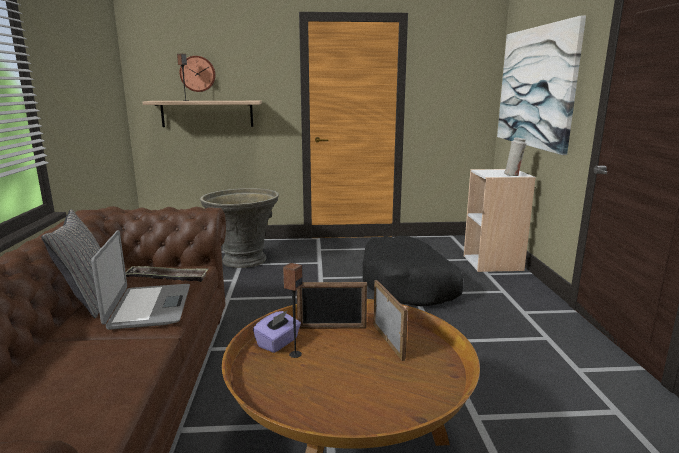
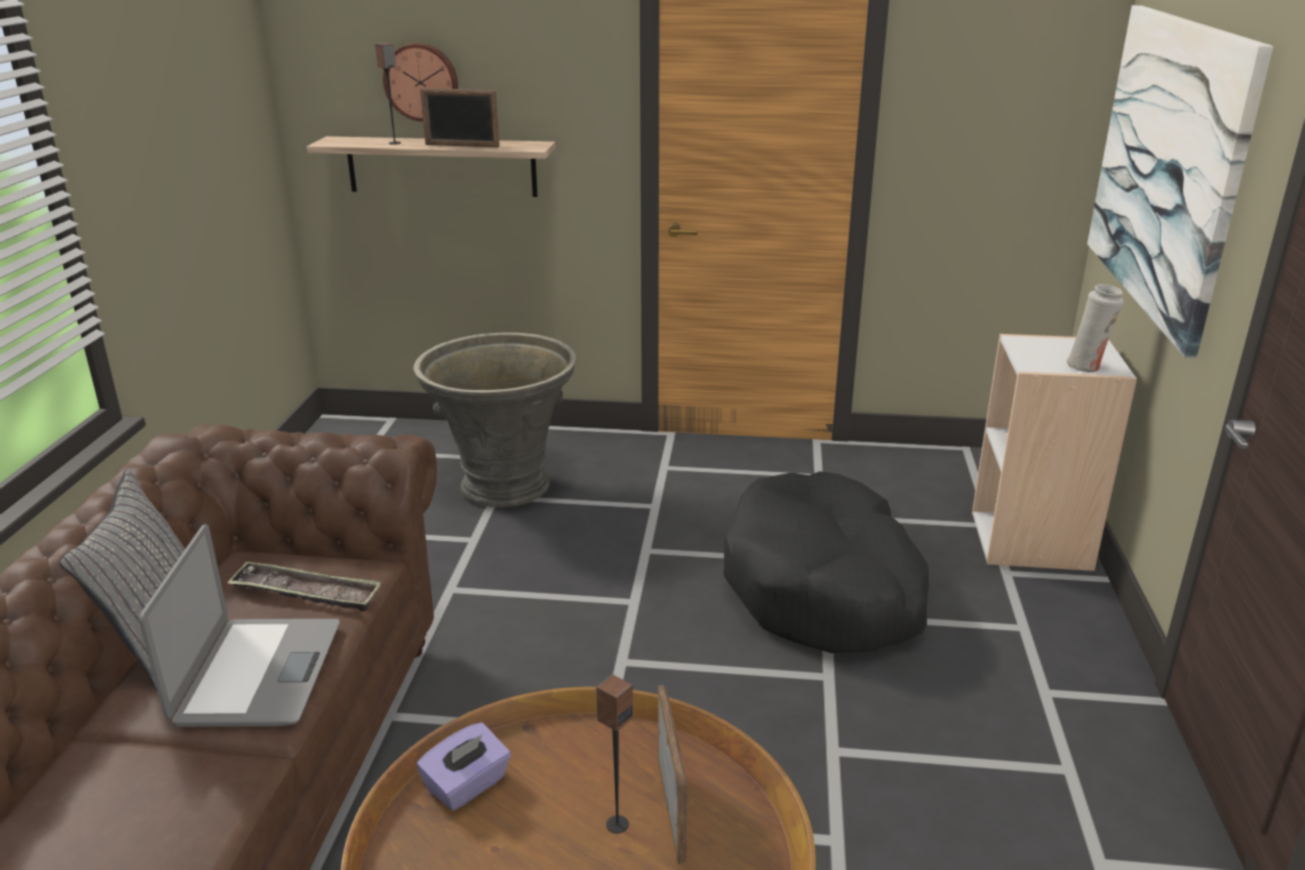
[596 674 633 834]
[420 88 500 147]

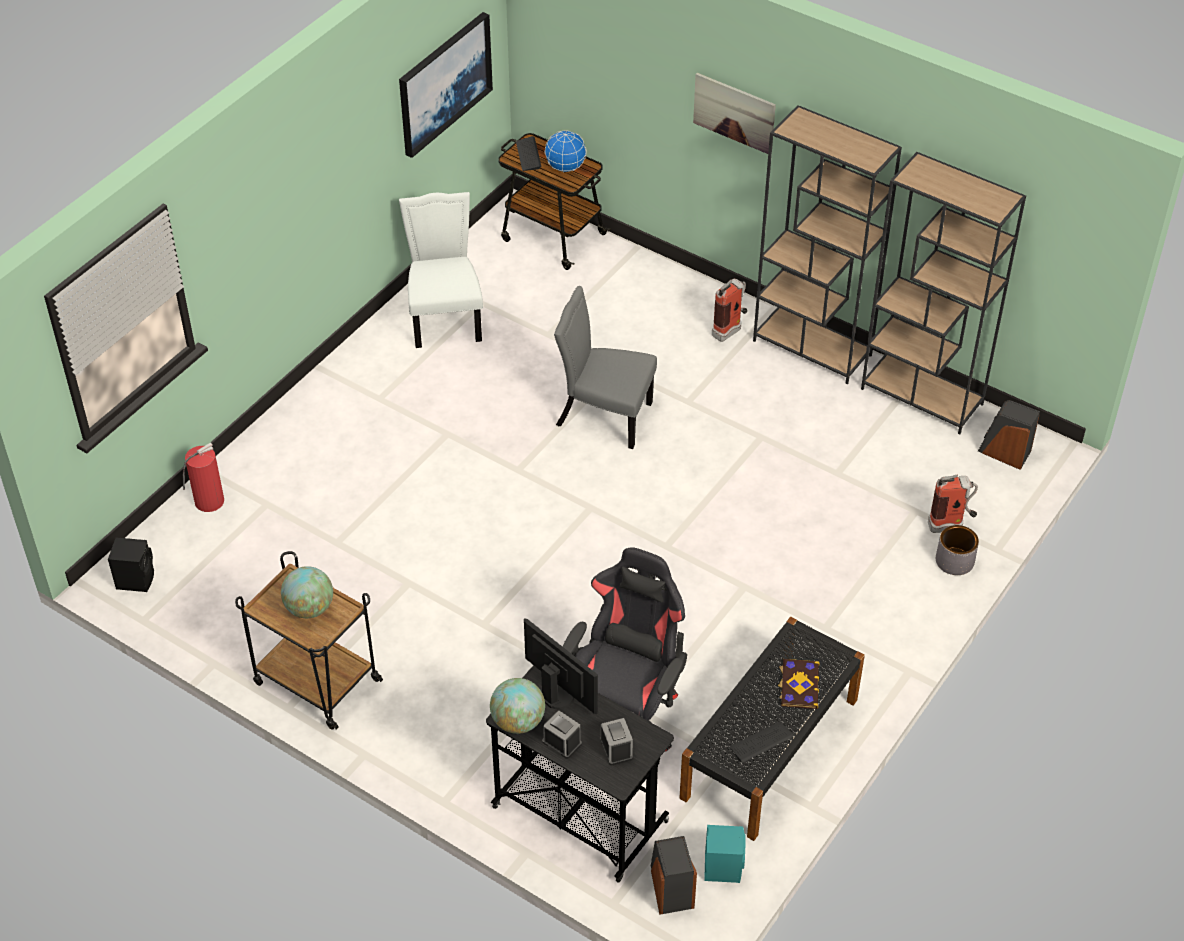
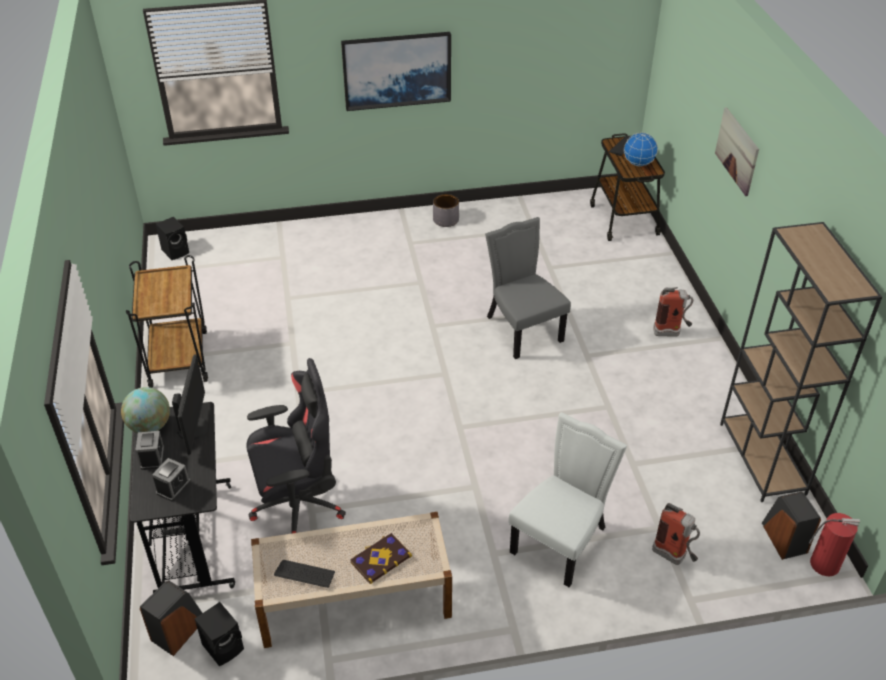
[809 513 860 576]
[281 566 333 618] (first image)
[341 32 451 111]
[508 412 627 587]
[251 512 452 648]
[195 602 244 666]
[753 105 902 384] (first image)
[433 194 459 227]

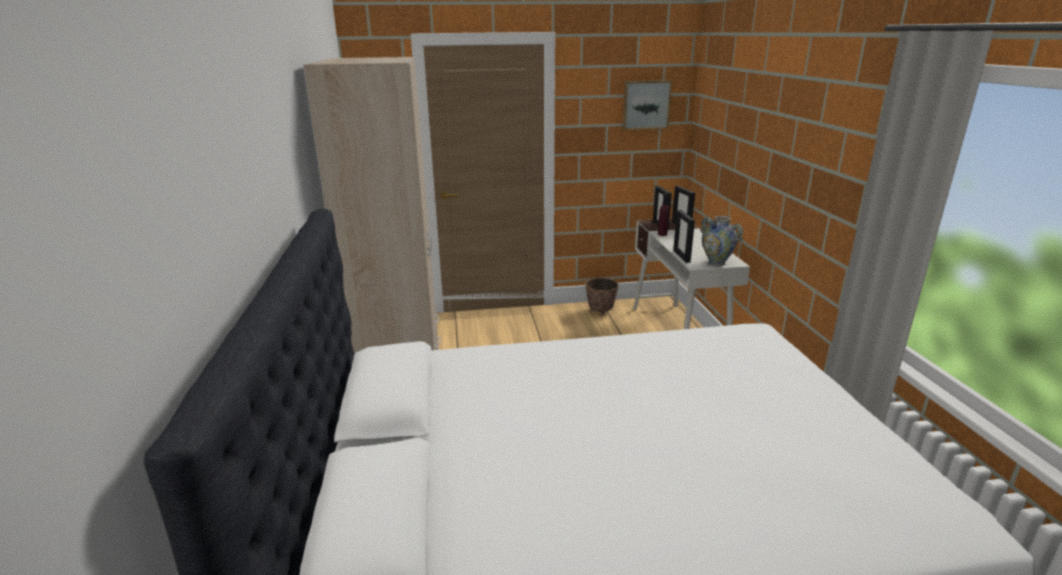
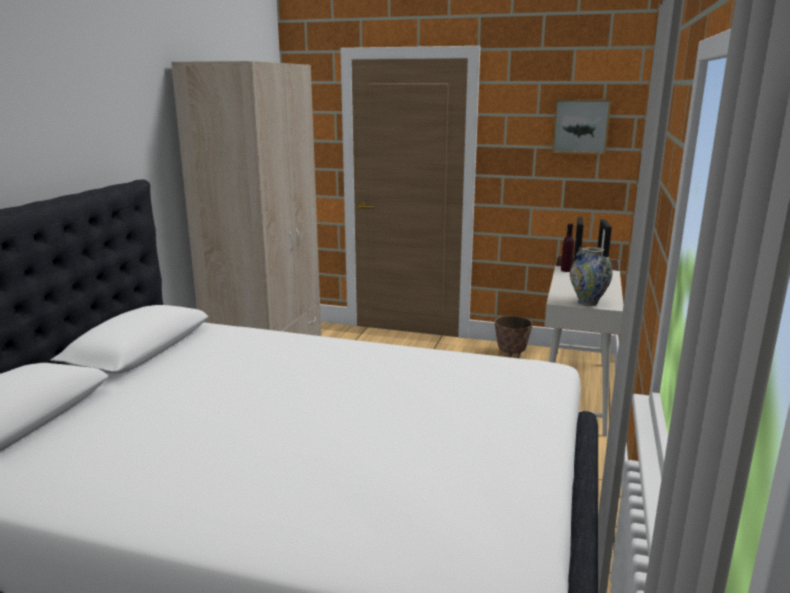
[673 210 695 263] (first image)

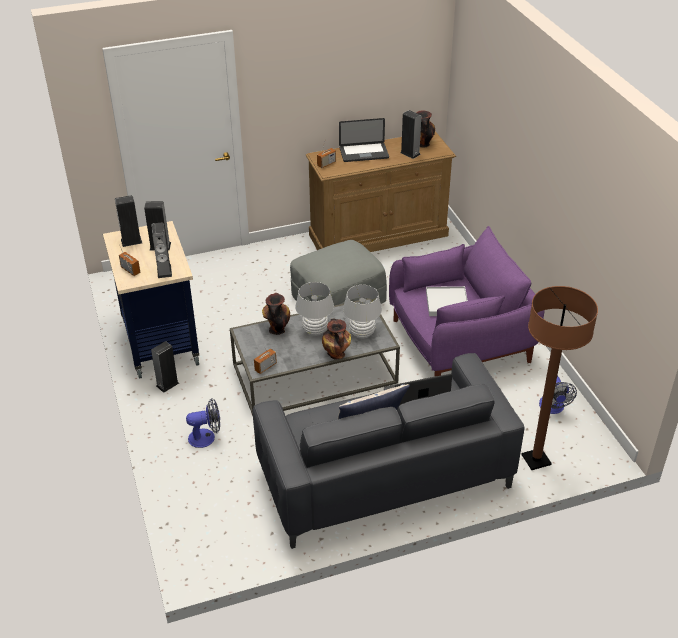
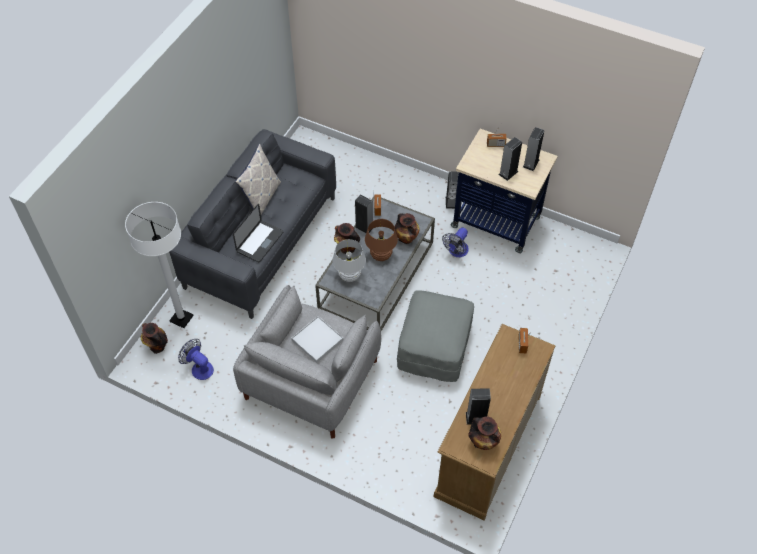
[355 194 373 233]
[442 228 469 257]
[365 219 398 261]
[339 118 389 162] (first image)
[233 285 381 438]
[125 202 194 328]
[141 323 168 354]

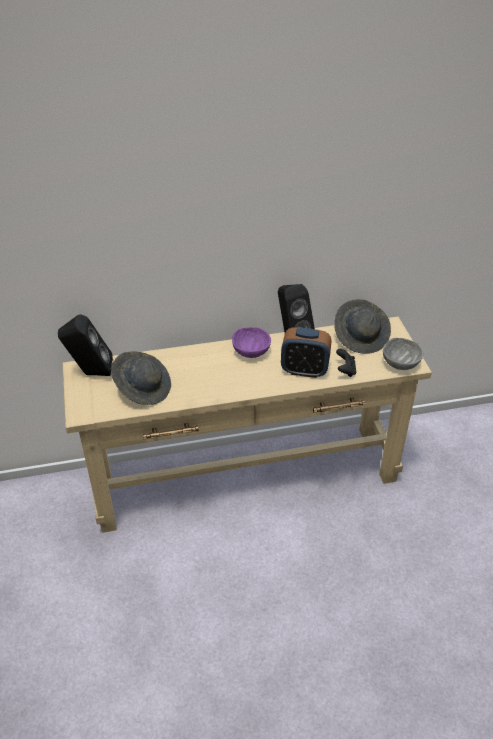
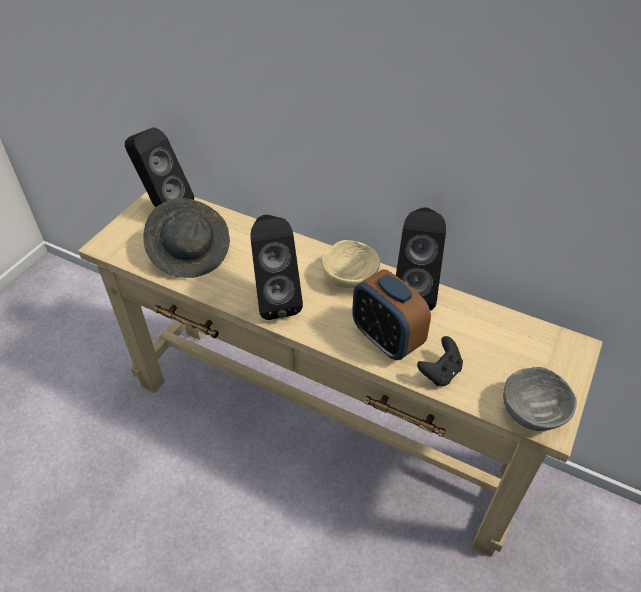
[322 240 380 288]
[334 299 391 354] (first image)
[250 215 303 320]

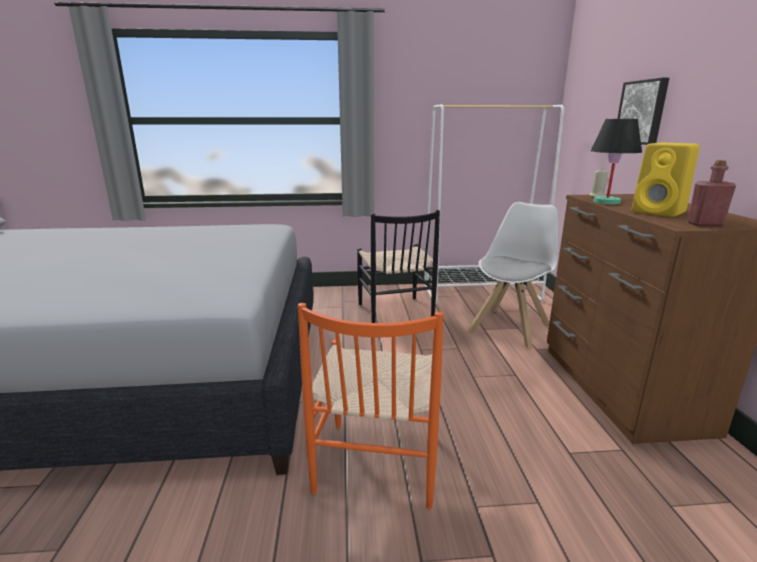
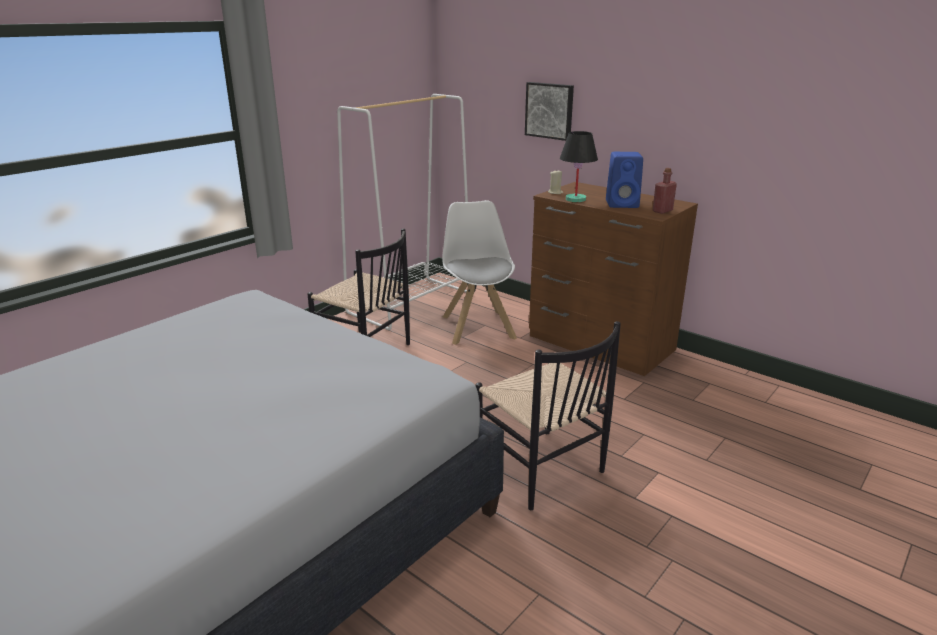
[476 321 621 510]
[606 152 643 208]

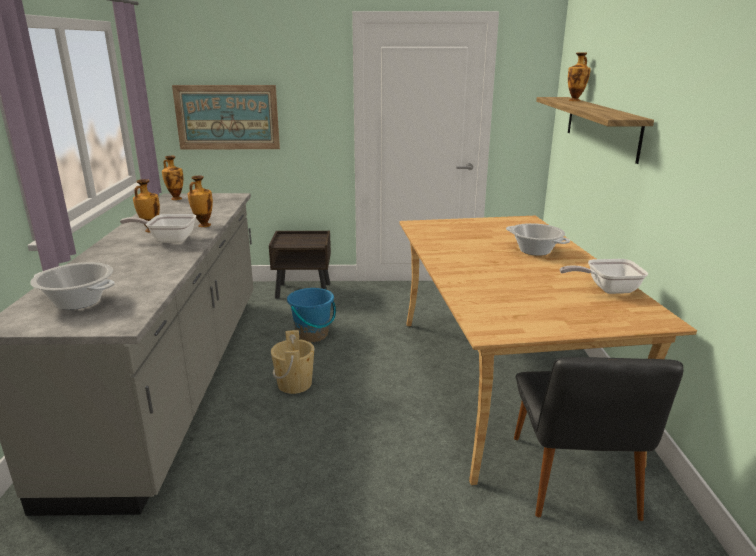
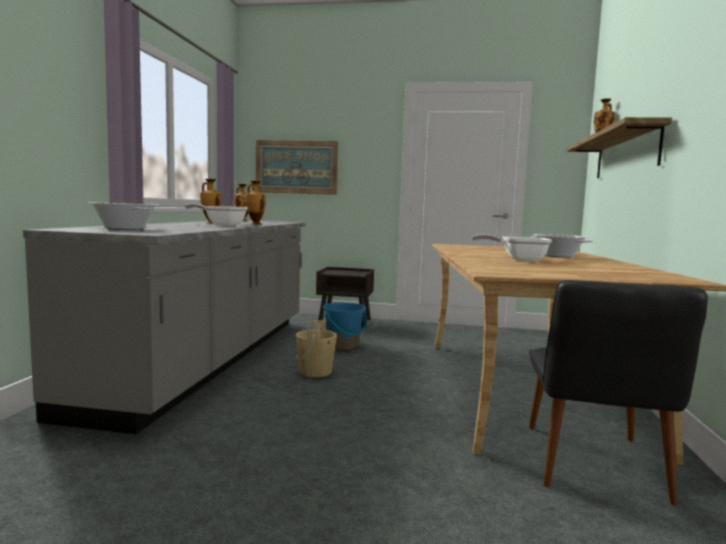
[472 234 552 261]

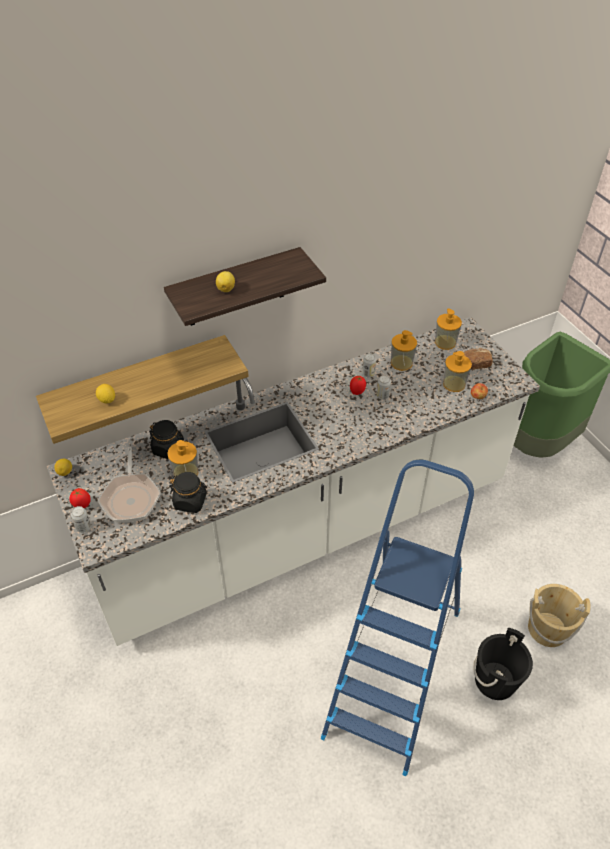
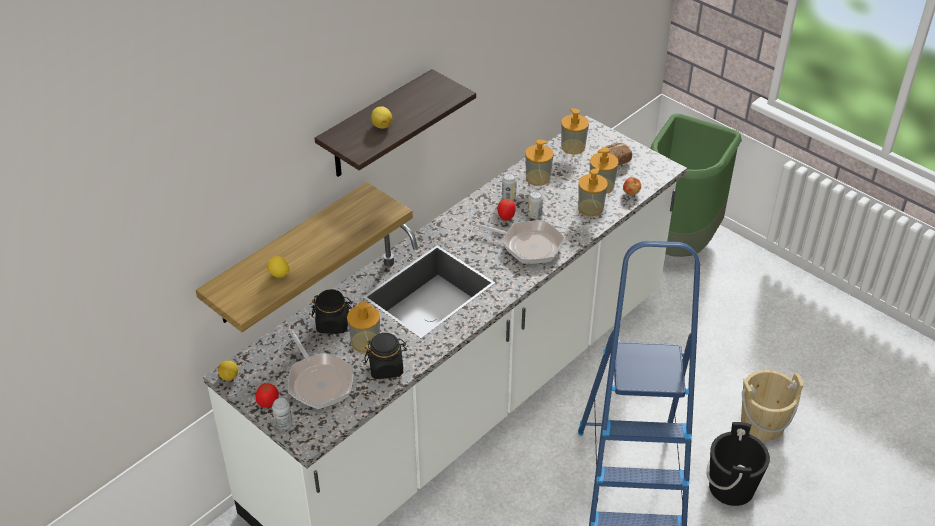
[472 221 565 264]
[578 168 608 216]

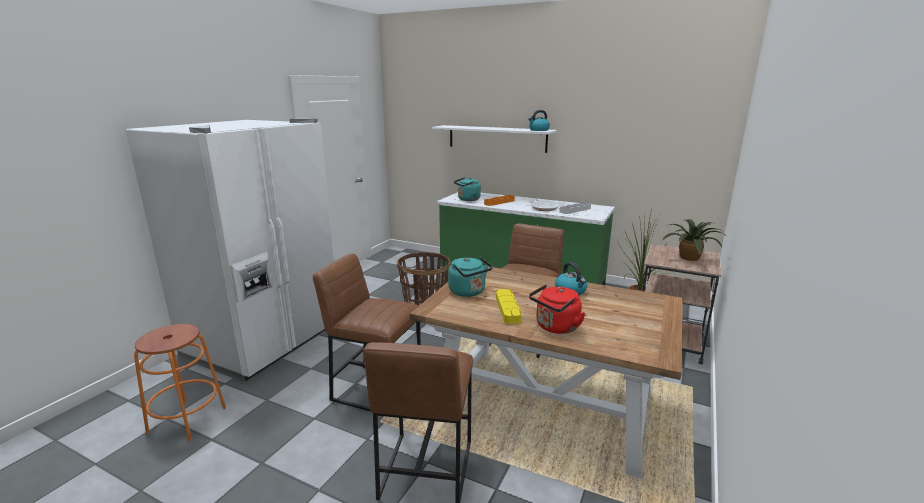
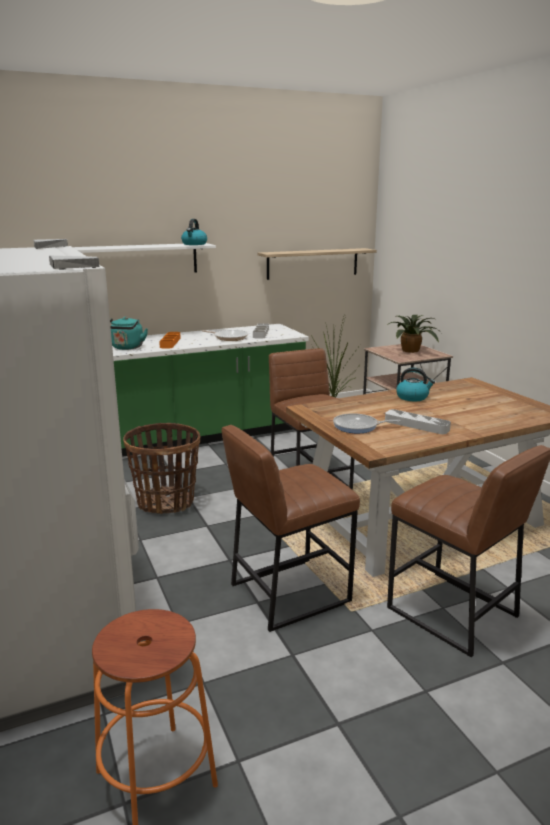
[333 413 401 433]
[385 409 451 434]
[529 284 586 334] (first image)
[257 248 377 280]

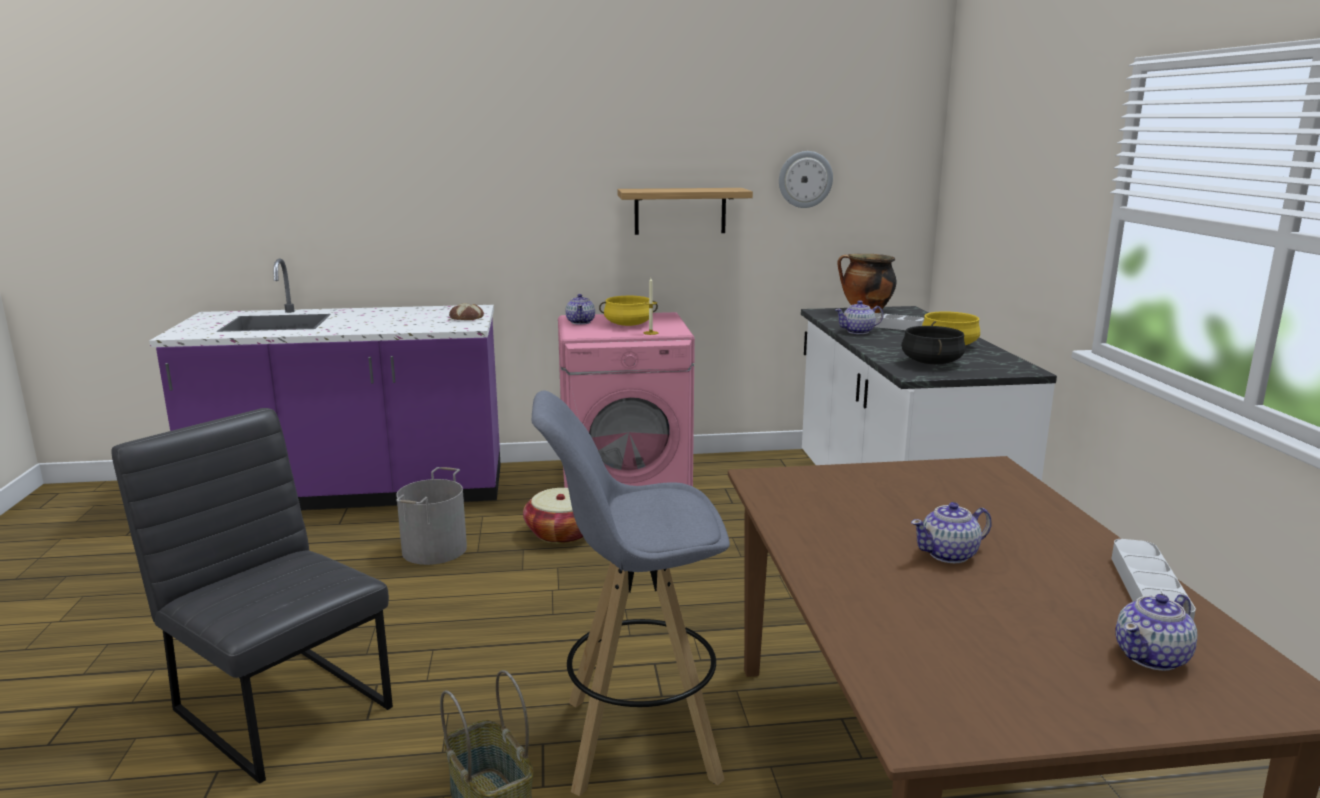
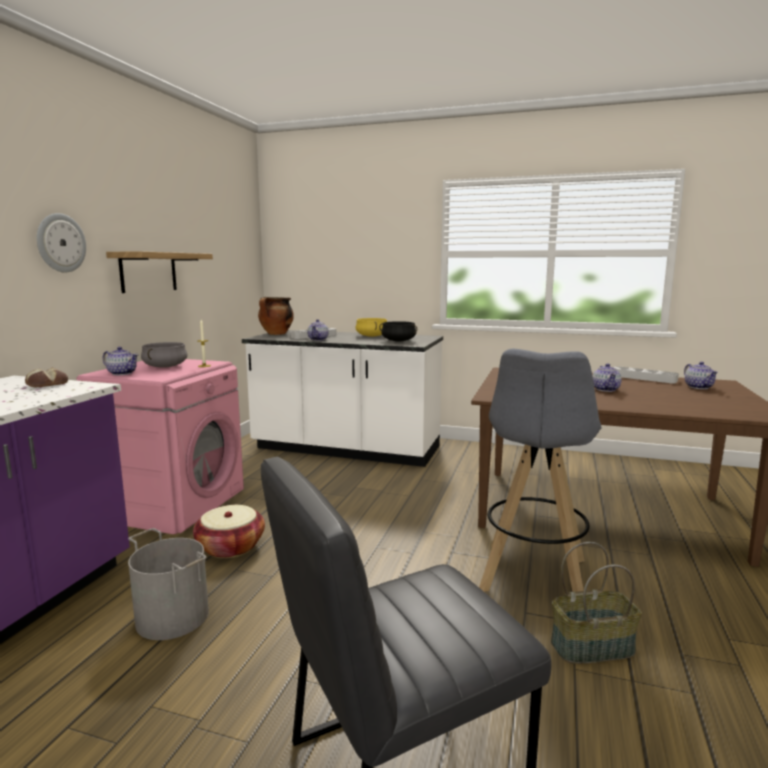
[141 342 188 368]
[37 213 86 273]

